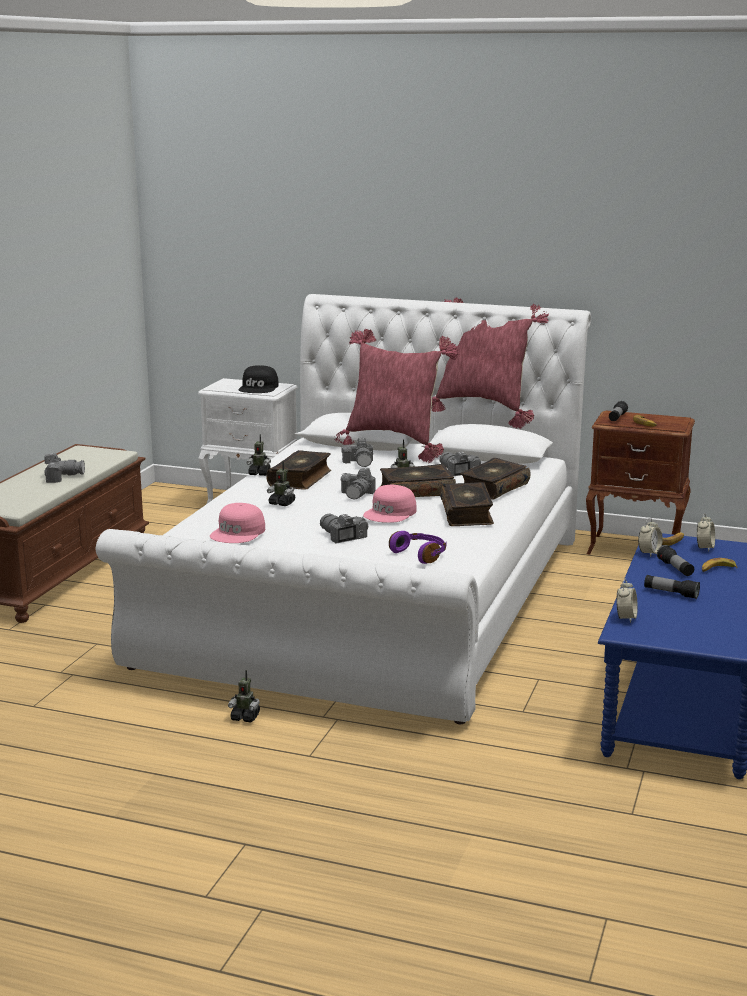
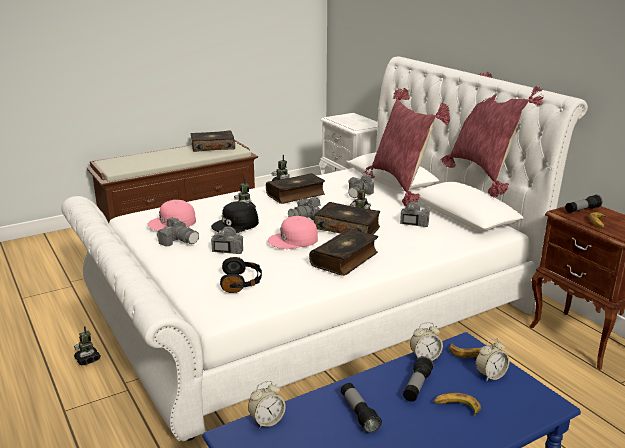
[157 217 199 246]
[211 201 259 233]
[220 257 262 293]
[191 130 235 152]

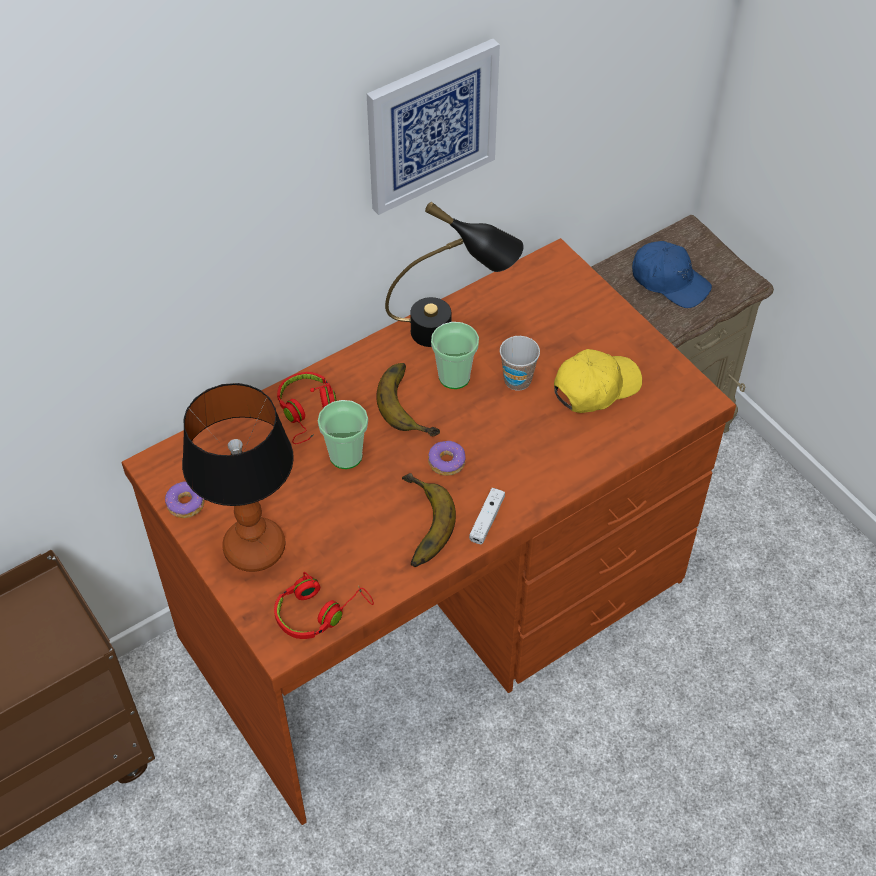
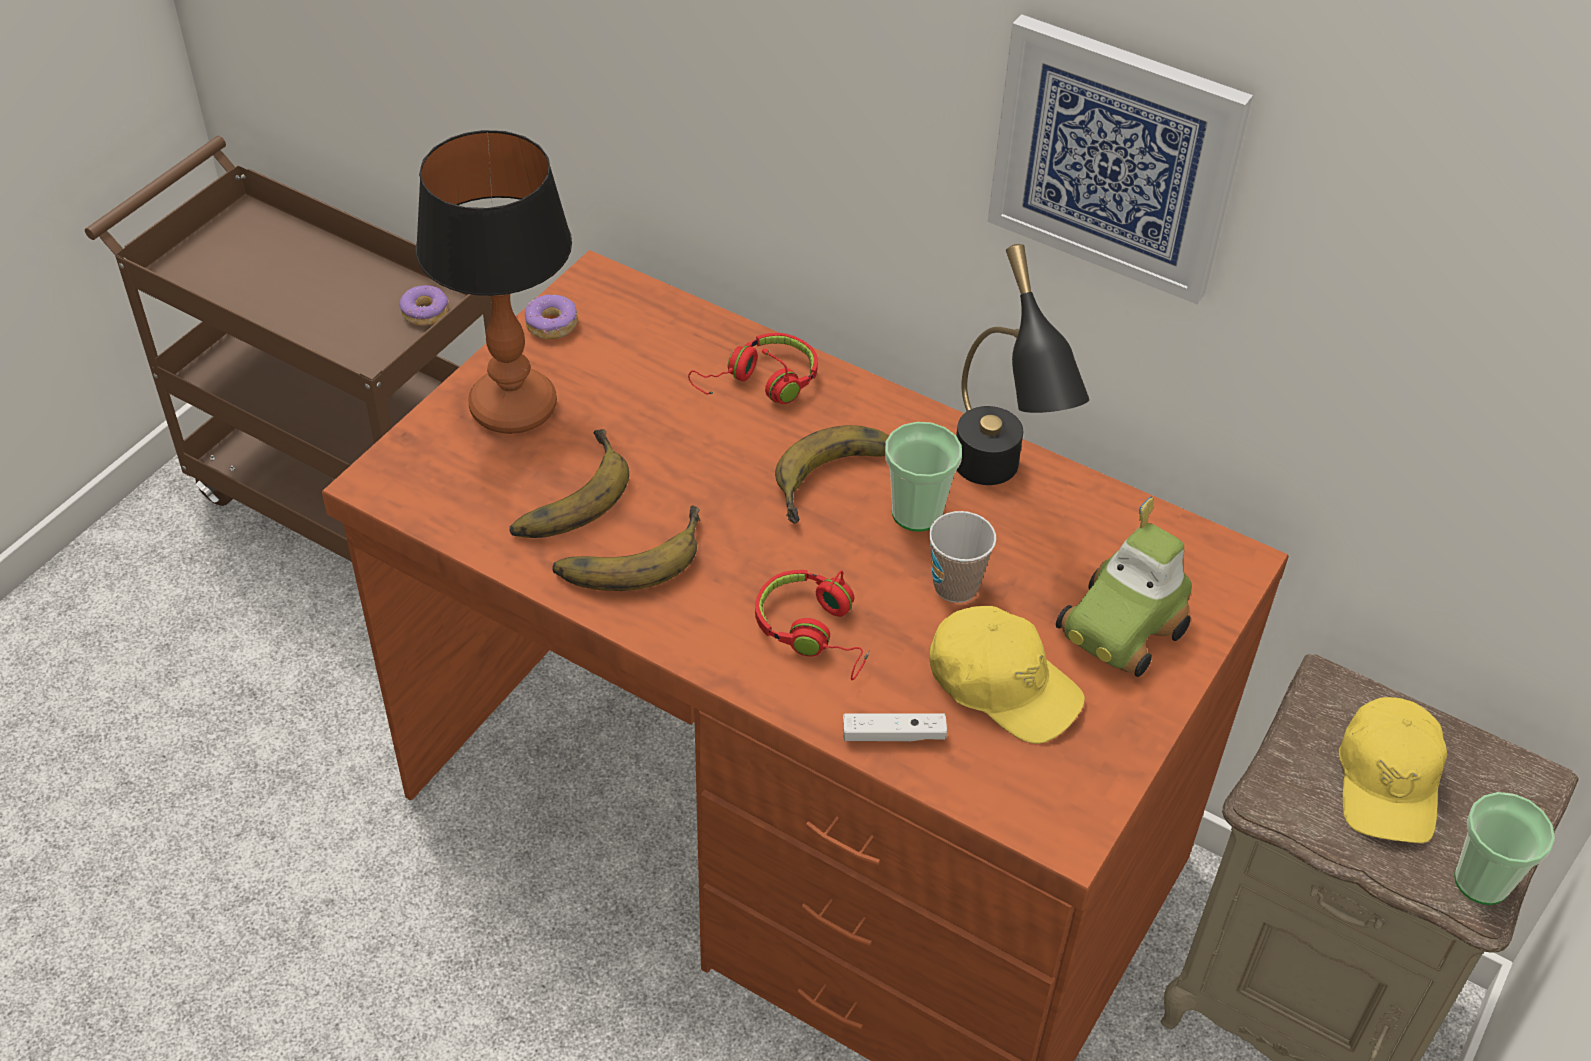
[755 570 870 680]
[1454 792 1555 905]
[400 285 449 326]
[843 713 947 741]
[1339 697 1447 843]
[509 429 629 538]
[1056 497 1192 677]

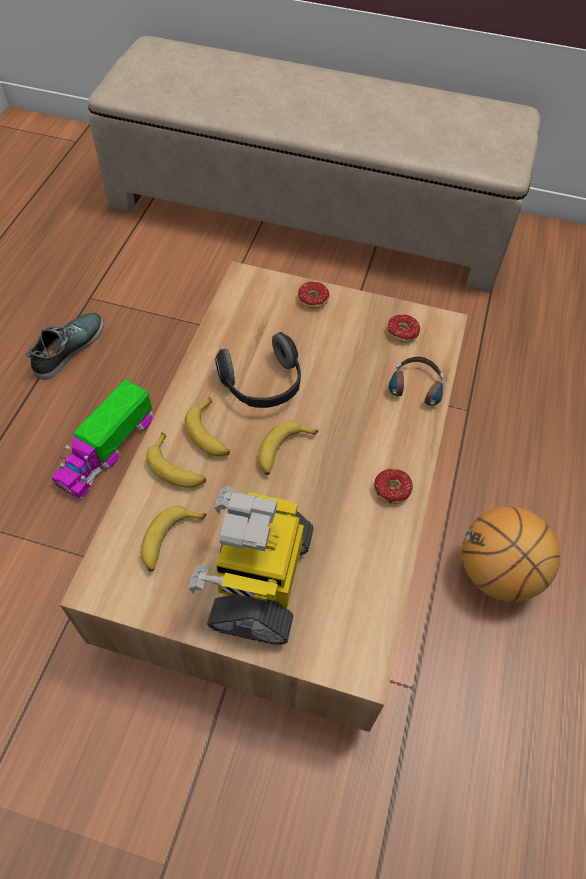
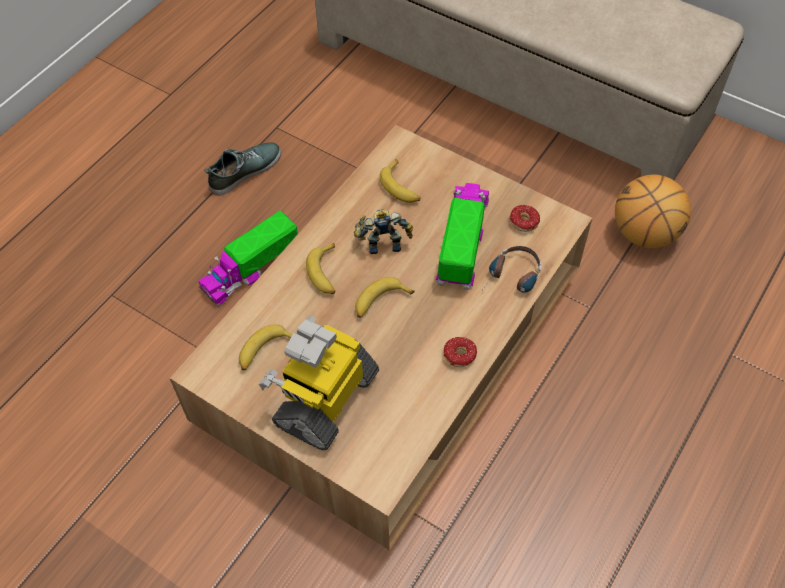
[380 159 421 203]
[354 209 413 254]
[298 282 330 309] (first image)
[615 175 691 248]
[436 183 489 290]

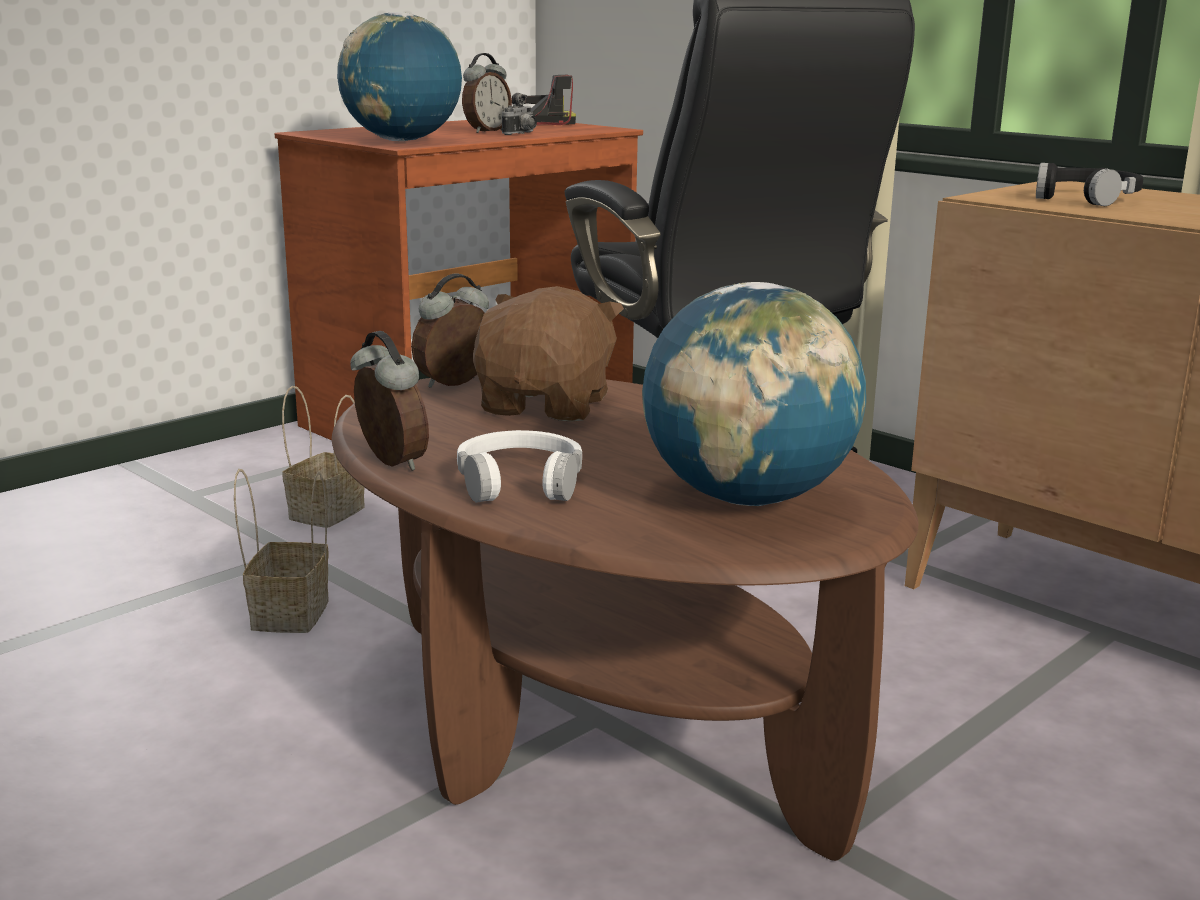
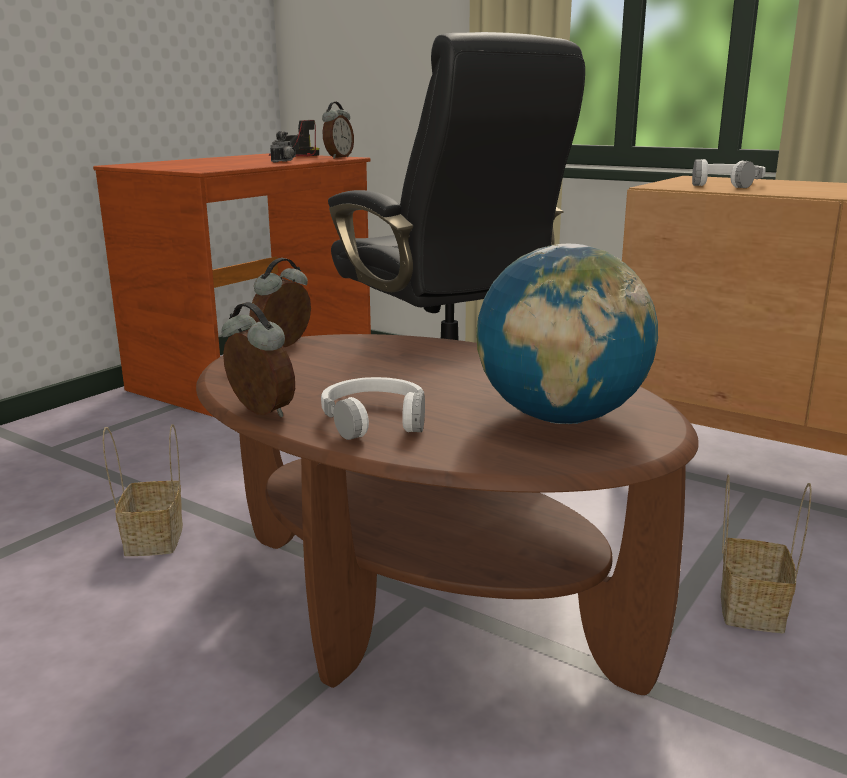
[721 475 812 633]
[337 12 462 141] (first image)
[322 102 354 159]
[473 286 624 422] (first image)
[692 159 766 188]

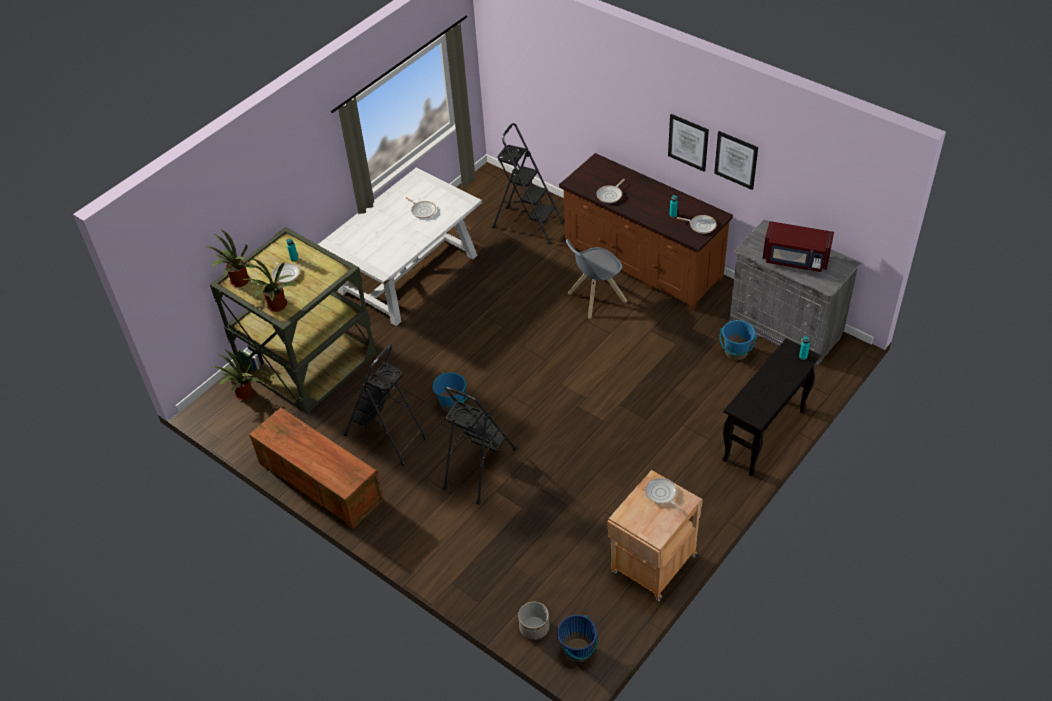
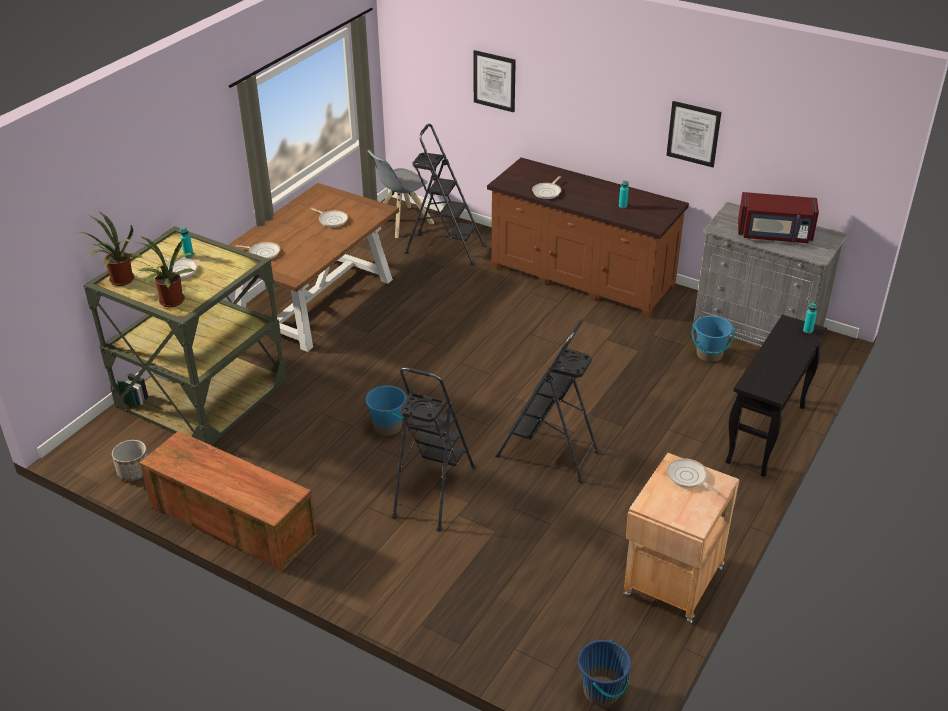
[210 350 260 400] (first image)
[228 183 399 352]
[495 318 601 484]
[112 440 148 481]
[367 150 434 238]
[473 50 516 112]
[235 242 280 259]

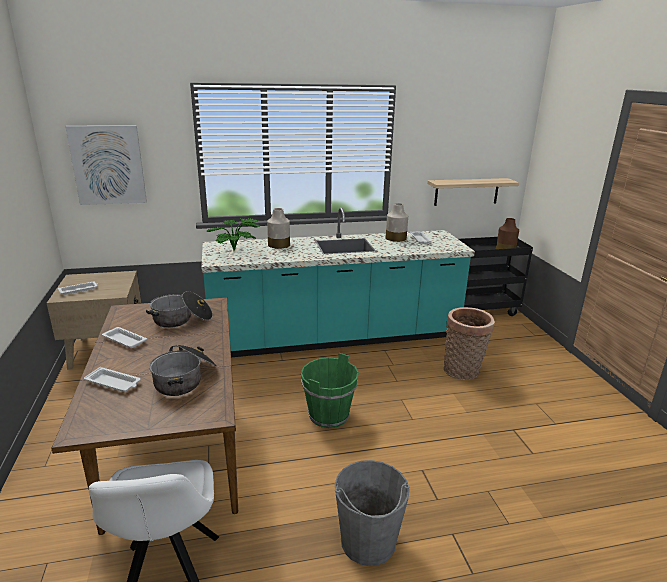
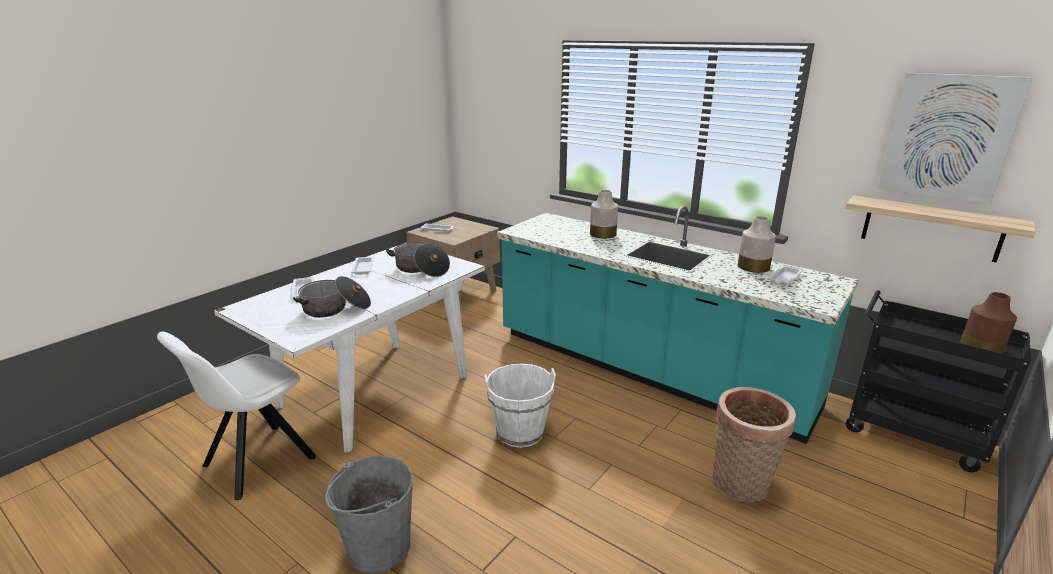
[214 243 485 453]
[878 73 1033 204]
[206 218 260 251] (first image)
[484 364 556 448]

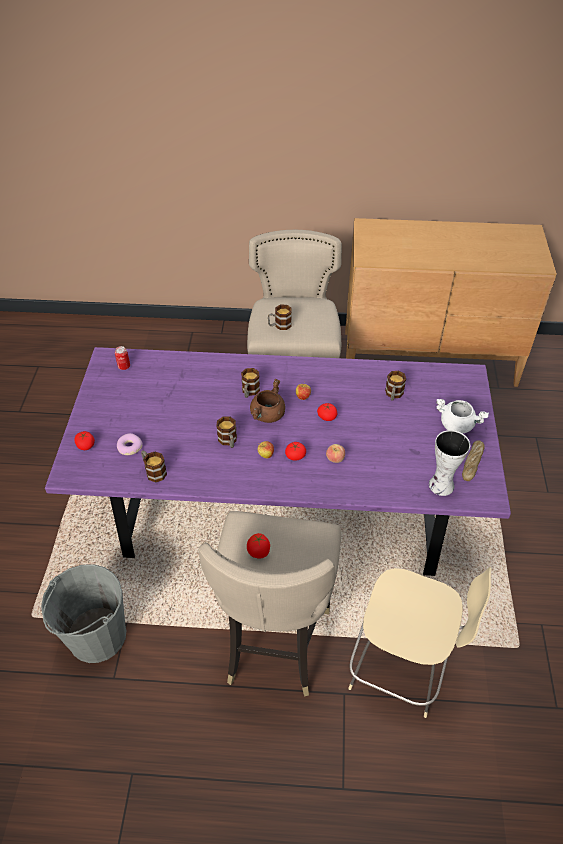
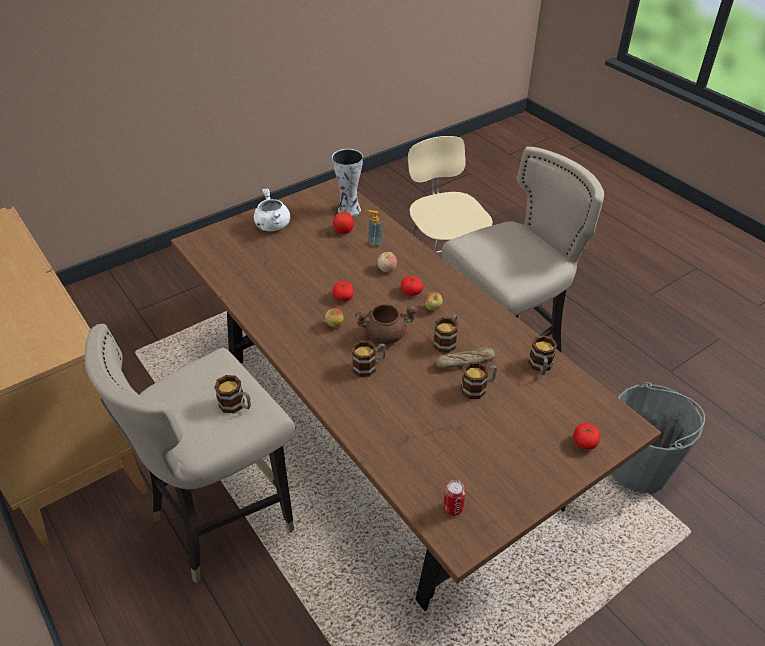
[171 177 661 611]
[117 433 143 455] (first image)
[333 212 354 234]
[461 362 497 399]
[436 348 495 368]
[368 210 383 247]

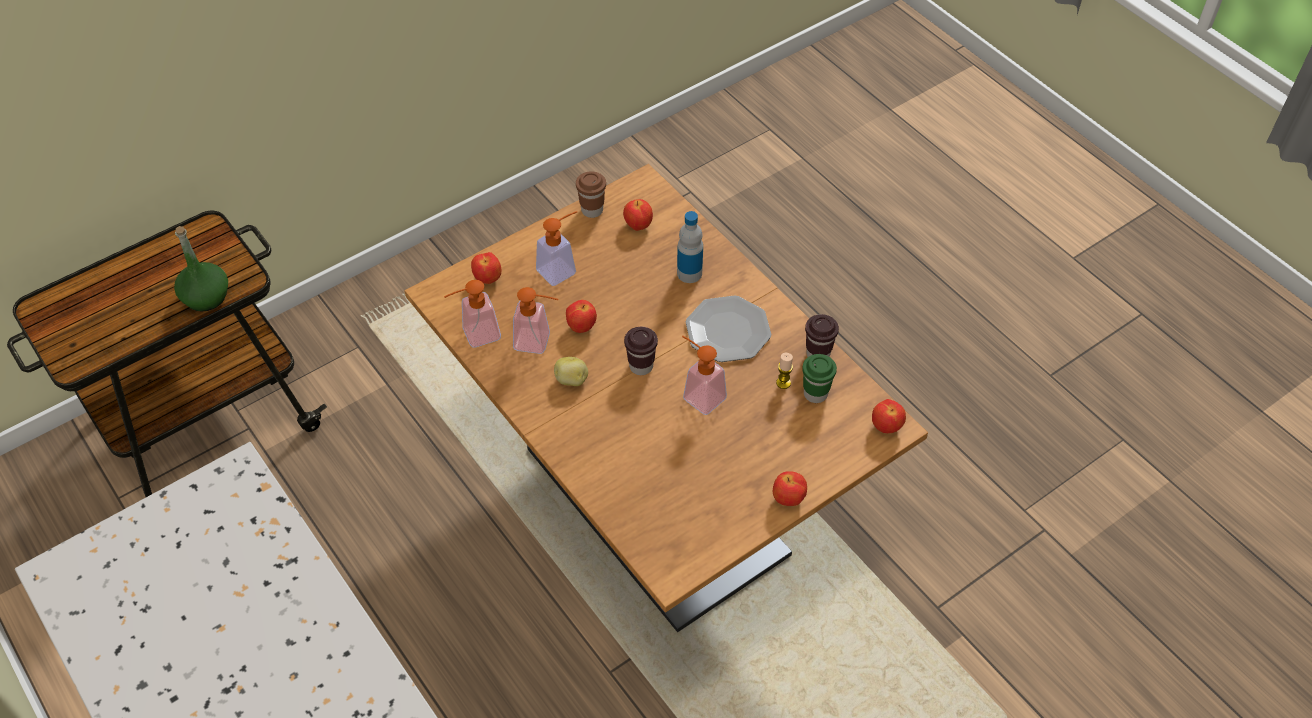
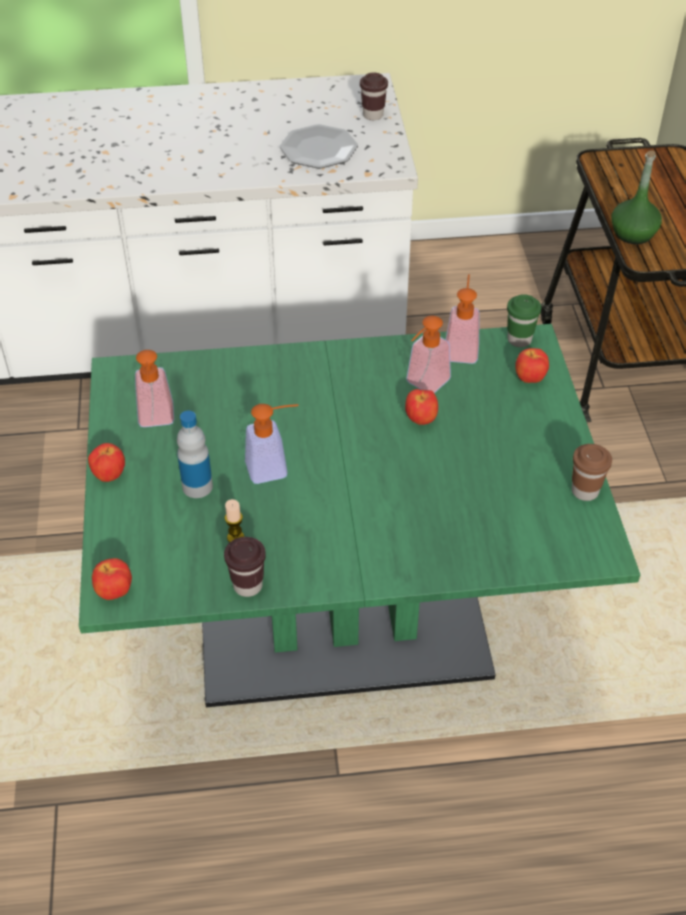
[79 324 640 707]
[135 350 174 427]
[554 357 588 386] (first image)
[623 199 653 231] (first image)
[360 73 388 120]
[177 411 213 498]
[280 124 358 168]
[507 294 541 347]

